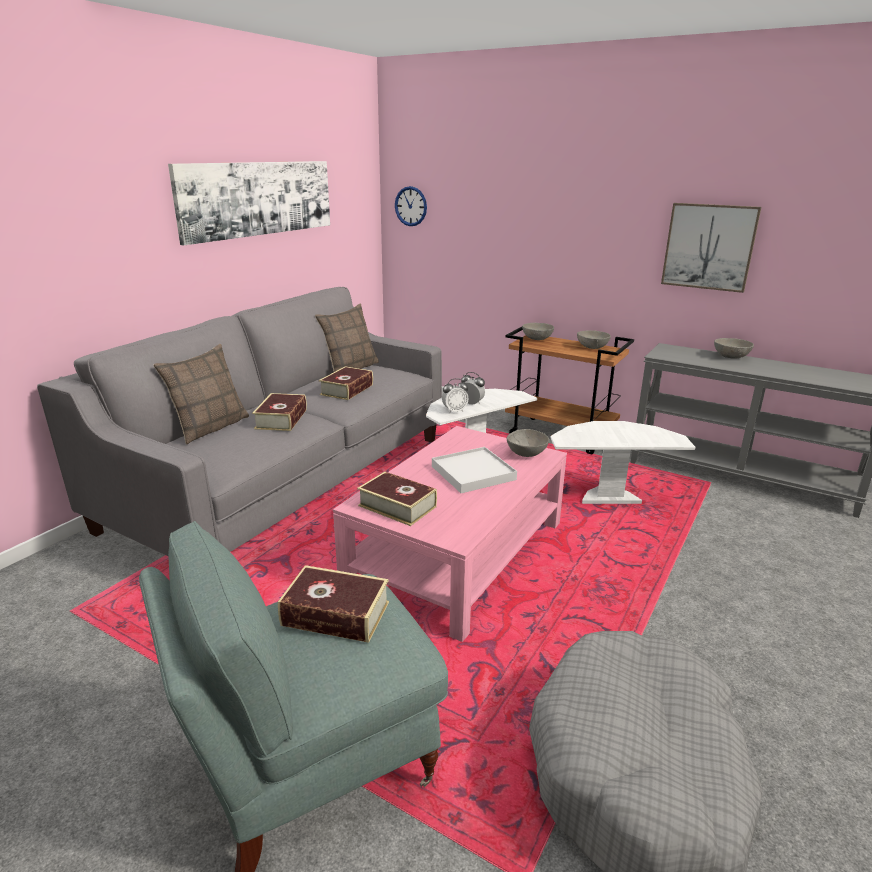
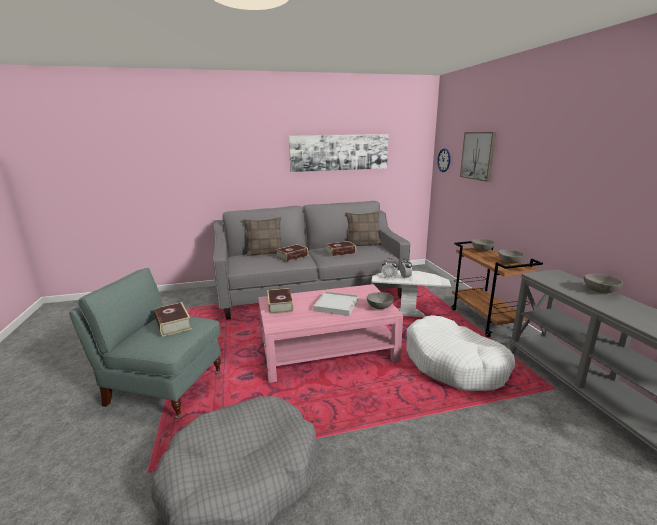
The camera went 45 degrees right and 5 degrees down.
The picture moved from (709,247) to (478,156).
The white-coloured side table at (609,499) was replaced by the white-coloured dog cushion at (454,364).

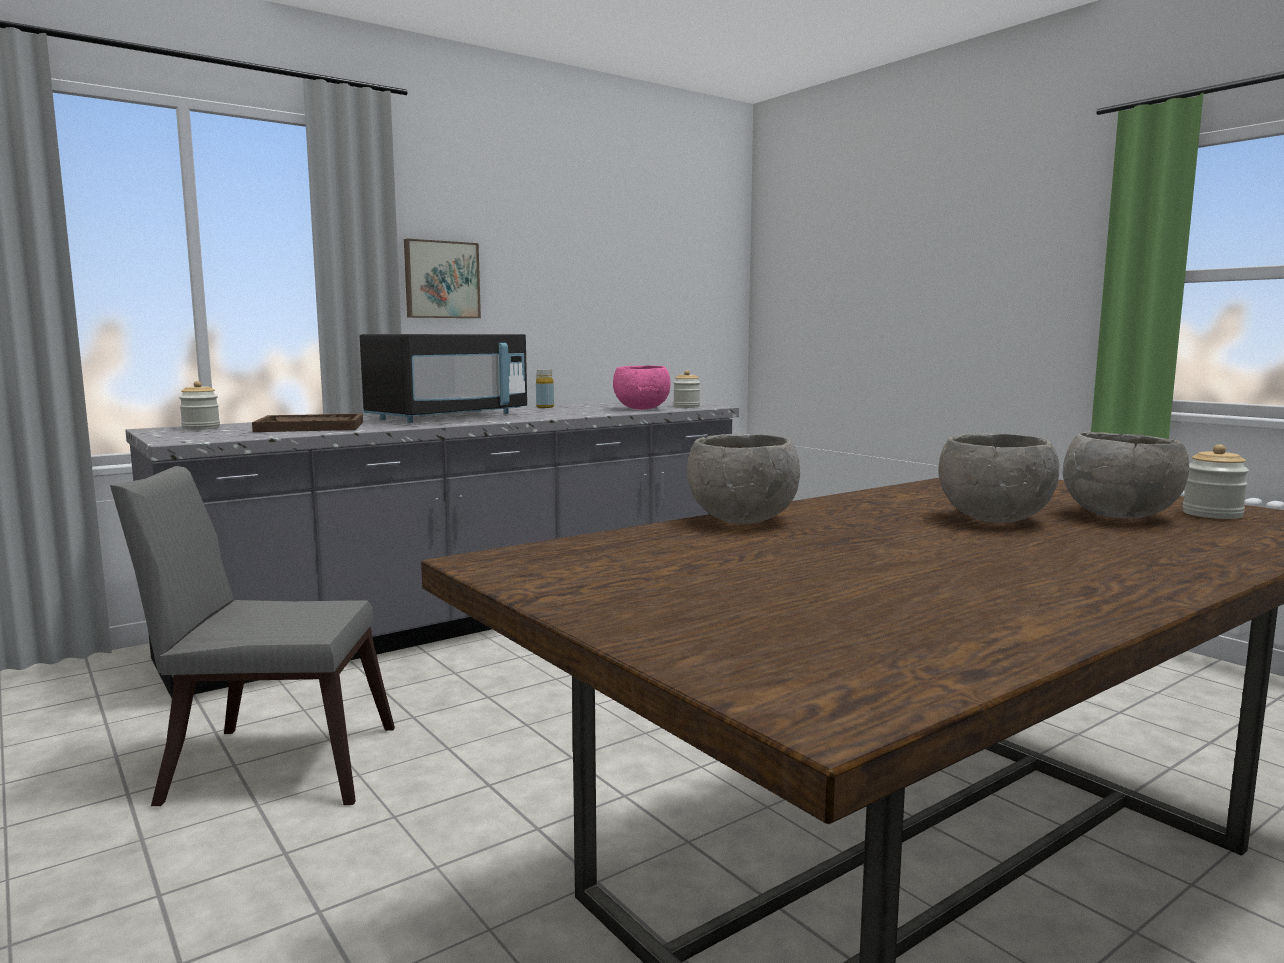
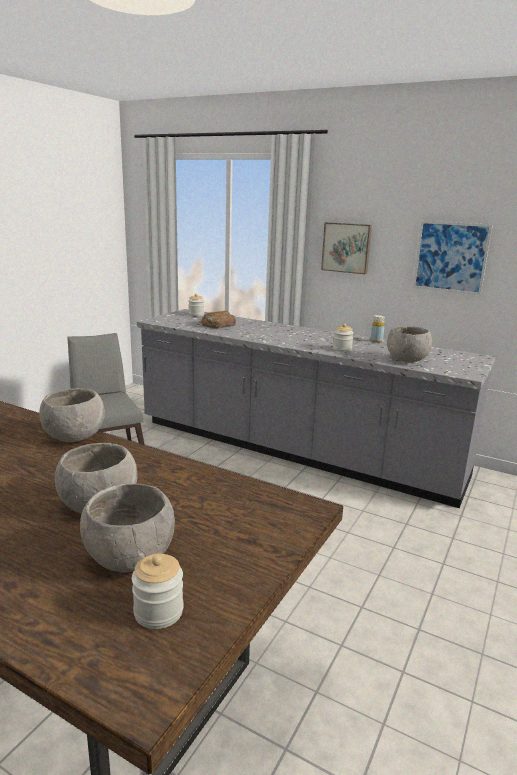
The camera went 65 degrees right and 10 degrees up.
The black-coloured microwave oven at (449,417) disappeared.
The picture at (451,257) appeared.
The preserve jar moved from (686,407) to (342,349).
The brown-coloured serving tray at (311,427) was replaced by the bakery bread at (218,325).
The pink bowl at (640,409) became the gray bowl at (407,360).

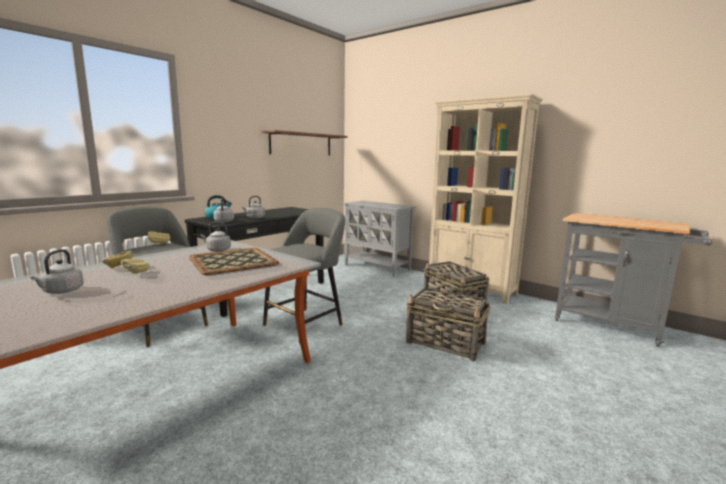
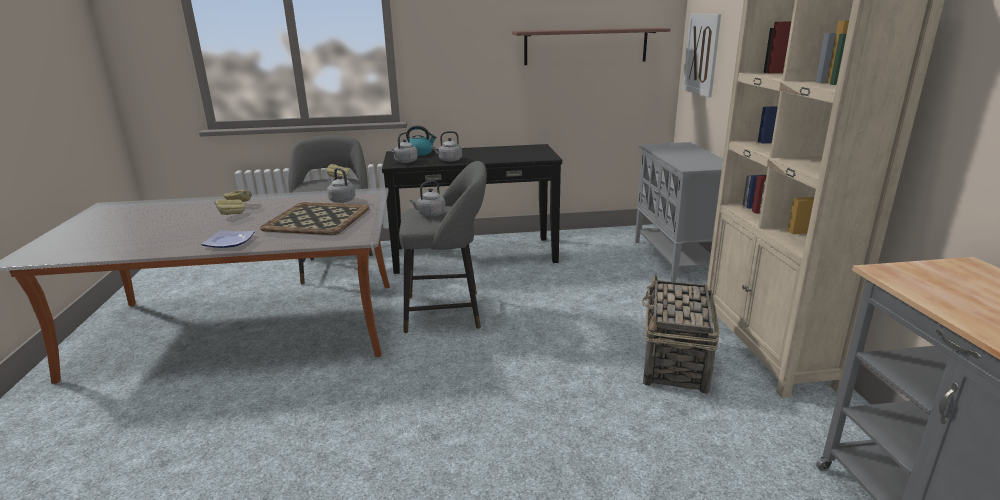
The camera went 45 degrees right and 10 degrees up.
The household basket at (446,343) disappeared.
The dinner plate at (229,242) appeared.
The picture at (701,54) appeared.
The gray water kettle moved from (61,291) to (430,214).

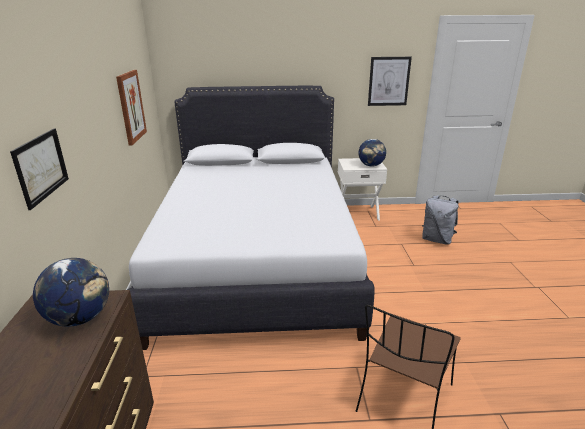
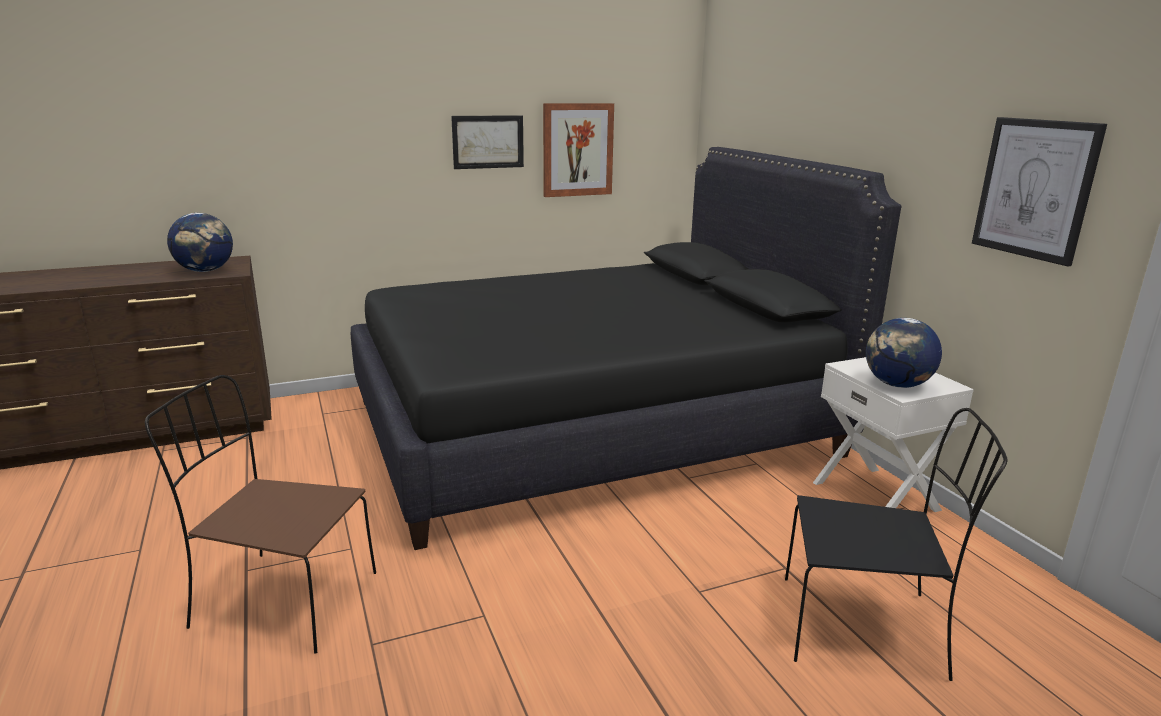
The camera went 70 degrees right and 5 degrees down.
The picture moved from (41,166) to (488,142).
The gray knapsack at (437,240) was replaced by the black-coloured upright chair at (866,627).
The white-coloured sleeping bed at (257,260) became the black-coloured sleeping bed at (591,426).

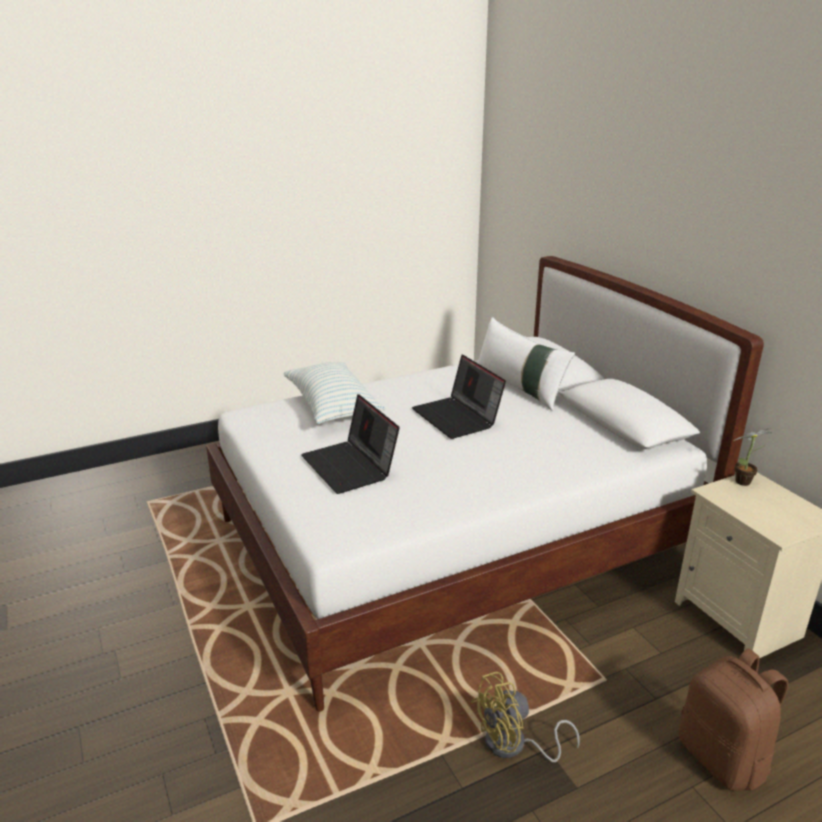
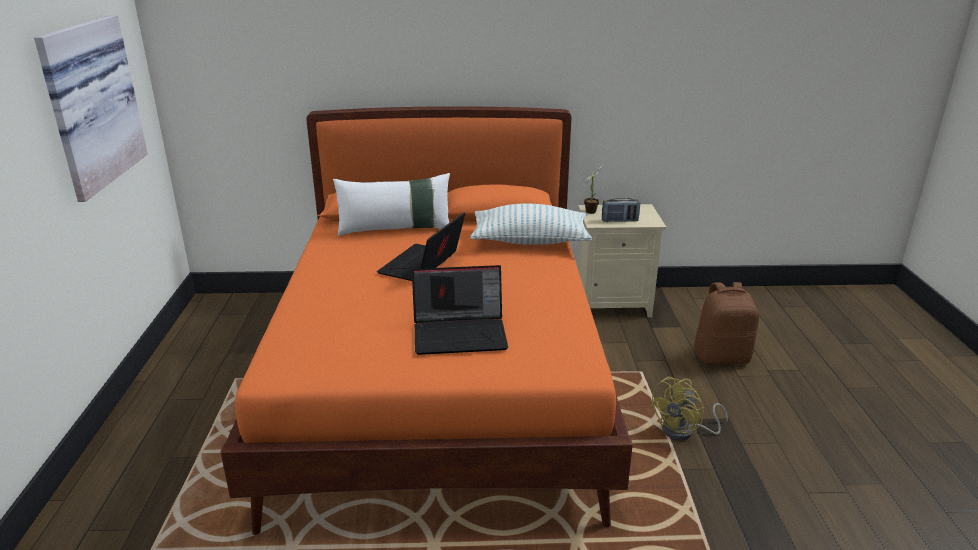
The camera went 65 degrees left and 0 degrees up.
The picture at (89,104) appeared.
The radio at (619,221) appeared.
The cushion moved from (332,407) to (530,241).
The white-coloured sleeping bed at (454,543) became the orangey sleeping bed at (441,385).
The portable computer at (458,418) turned 120 degrees clockwise.
The yellowish fan at (514,746) turned 45 degrees clockwise.

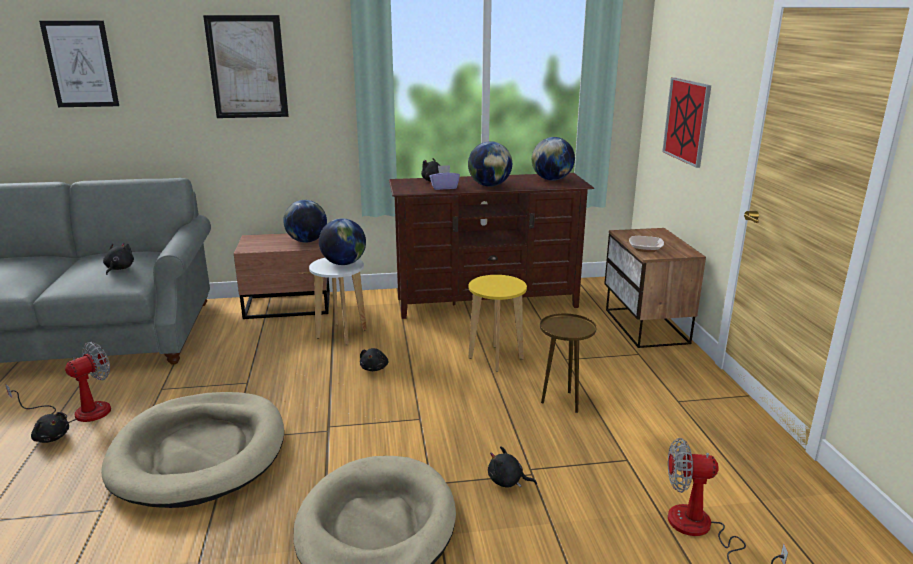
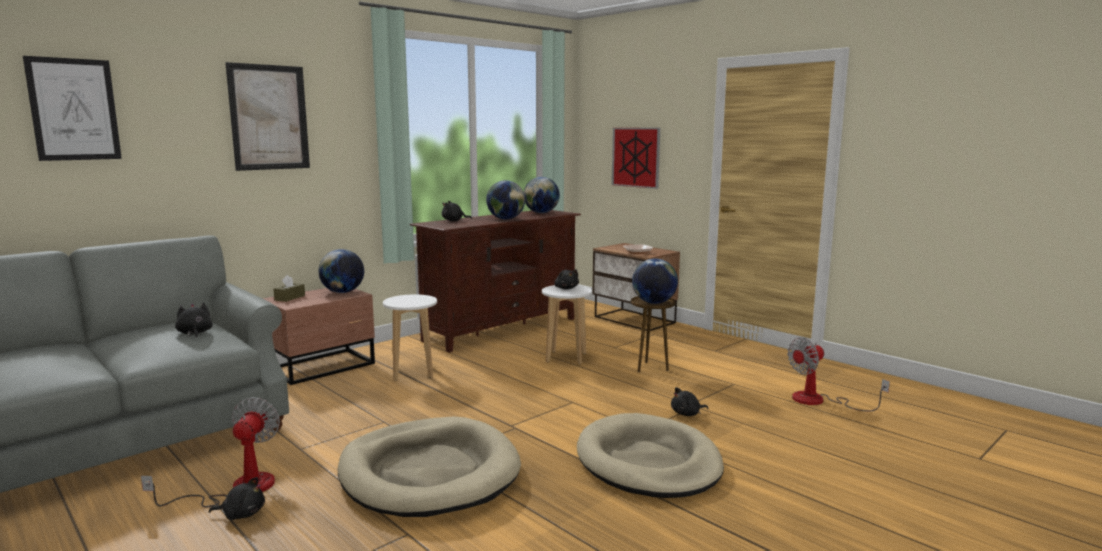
The camera went 35 degrees left and 10 degrees down.
The purple-coloured tissue holder at (444,187) disappeared.
The brown-coloured tissue holder at (290,298) appeared.
The globe moved from (344,263) to (654,303).
The black-coloured soft toy moved from (374,368) to (566,288).
The yellowish stool at (496,358) became the white-coloured stool at (566,357).

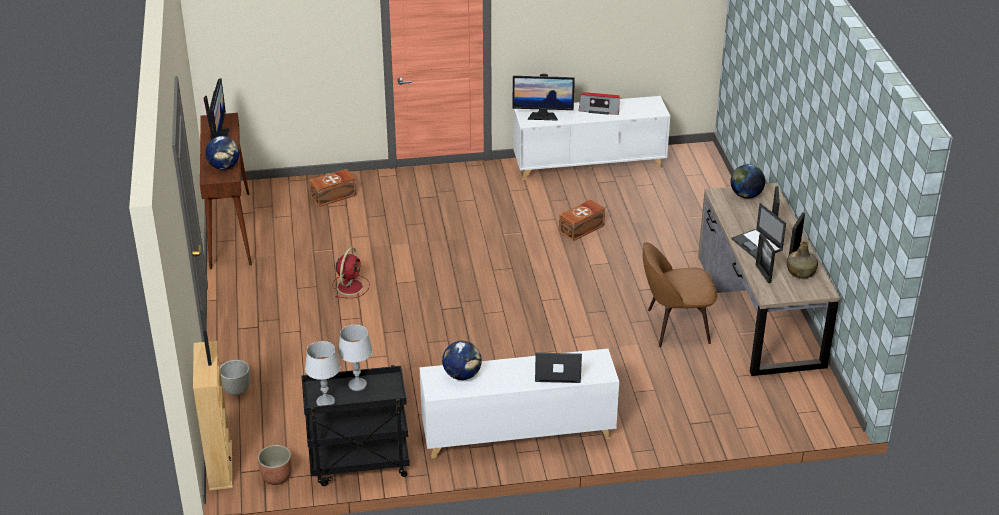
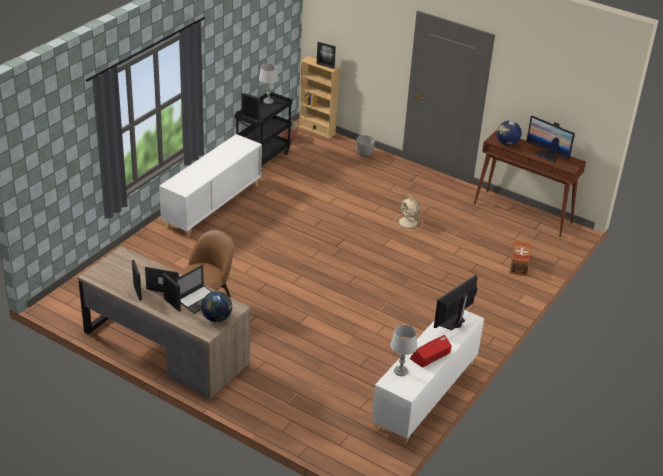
The camera went 130 degrees right and 0 degrees up.
The globe at (462,375) disappeared.
The brown-coloured storage bin at (582,228) disappeared.
The greenish drink bottle at (801,272) disappeared.
The gray table lamp moved from (357,385) to (400,371).
The portable computer moved from (557,371) to (198,299).
The picture frame moved from (763,274) to (250,117).
The red fan at (350,286) became the beige-coloured fan at (408,223).

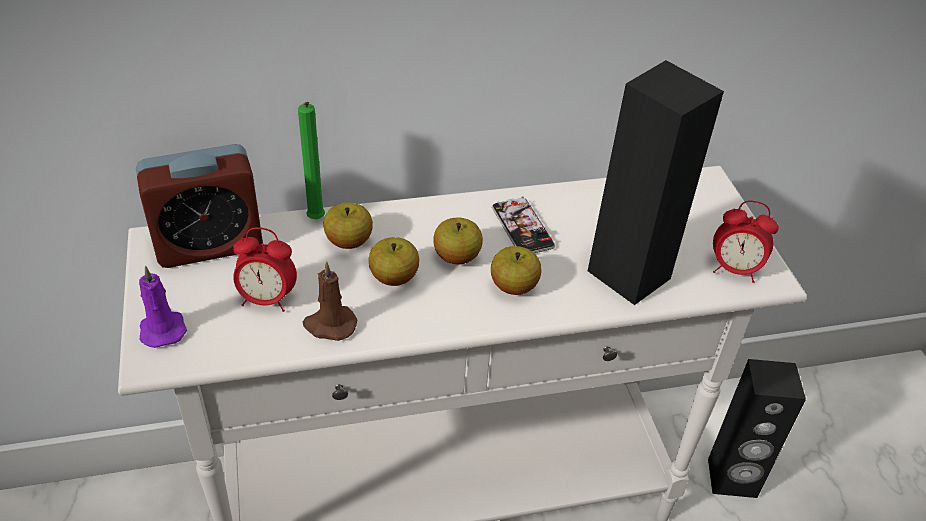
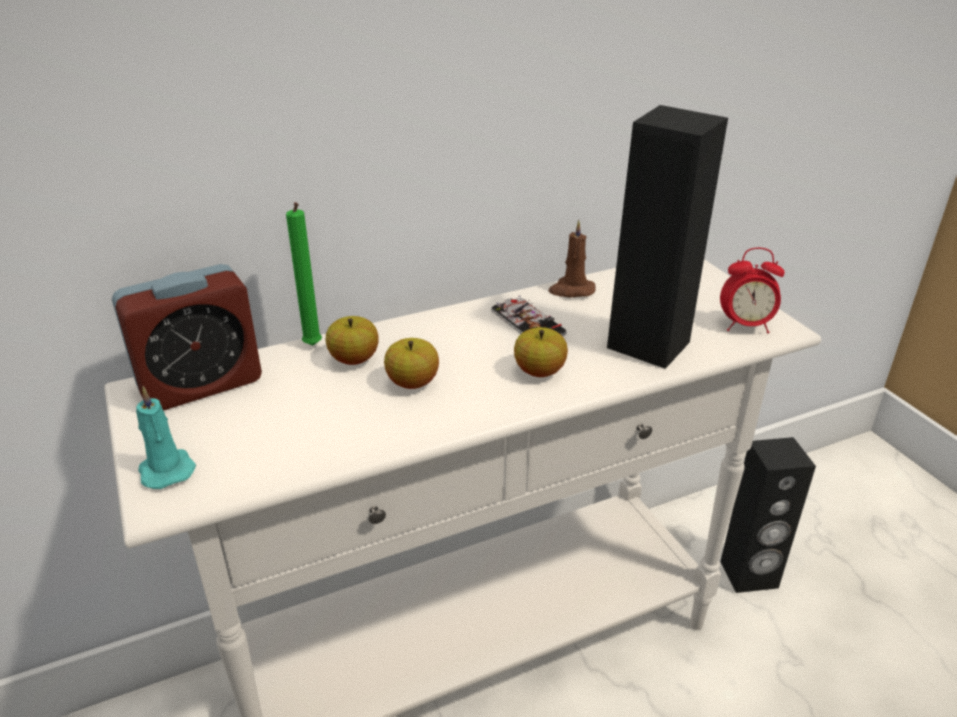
The camera went 10 degrees left and 10 degrees down.
The bedside clock at (267,299) disappeared.
The apple at (457,257) disappeared.
The brown-coloured wax light moved from (329,325) to (571,290).
The purple-coloured wax light at (162,328) became the turquoise-coloured wax light at (166,469).

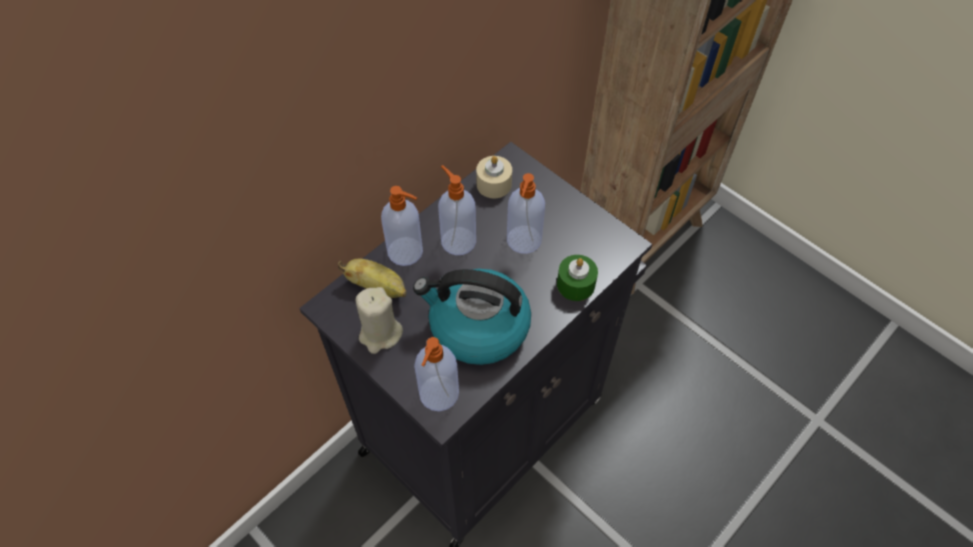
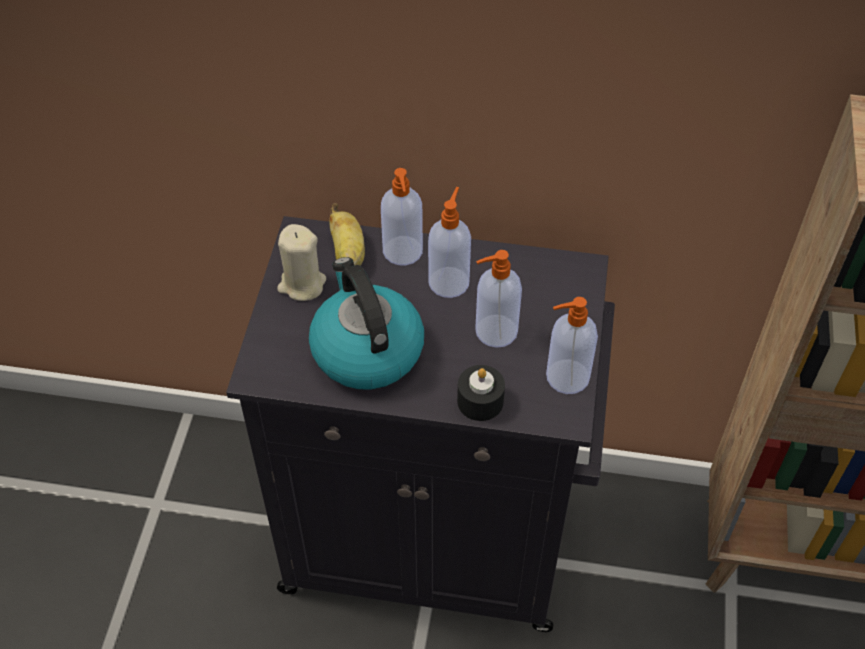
The camera went 55 degrees right and 5 degrees down.
The beige-coloured wax light at (494,184) disappeared.
The liquid soap bottle moved from (438,395) to (566,377).
The greenish wax light at (575,284) became the black-coloured wax light at (480,401).

